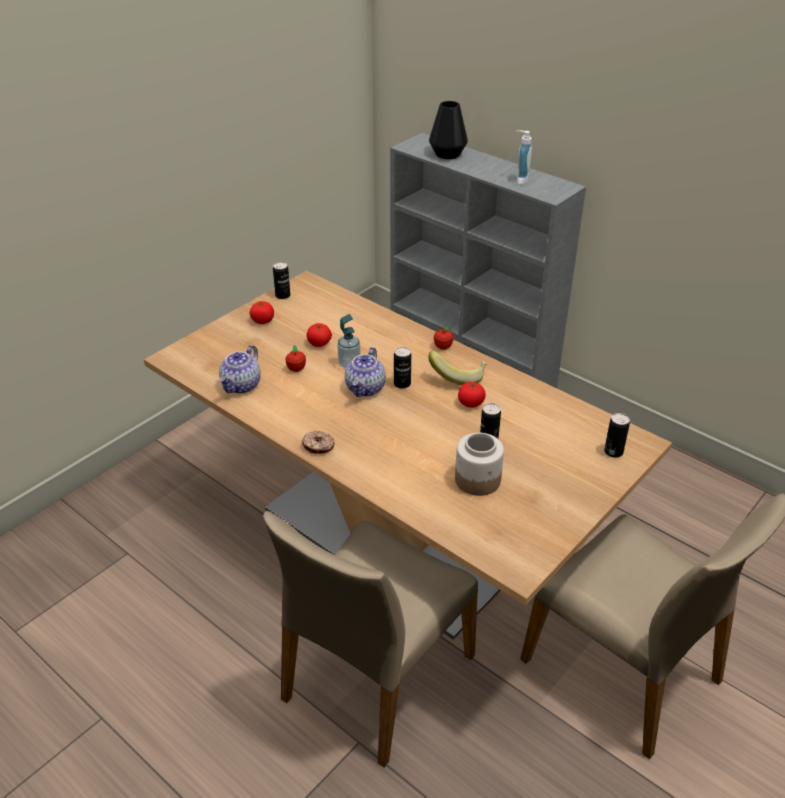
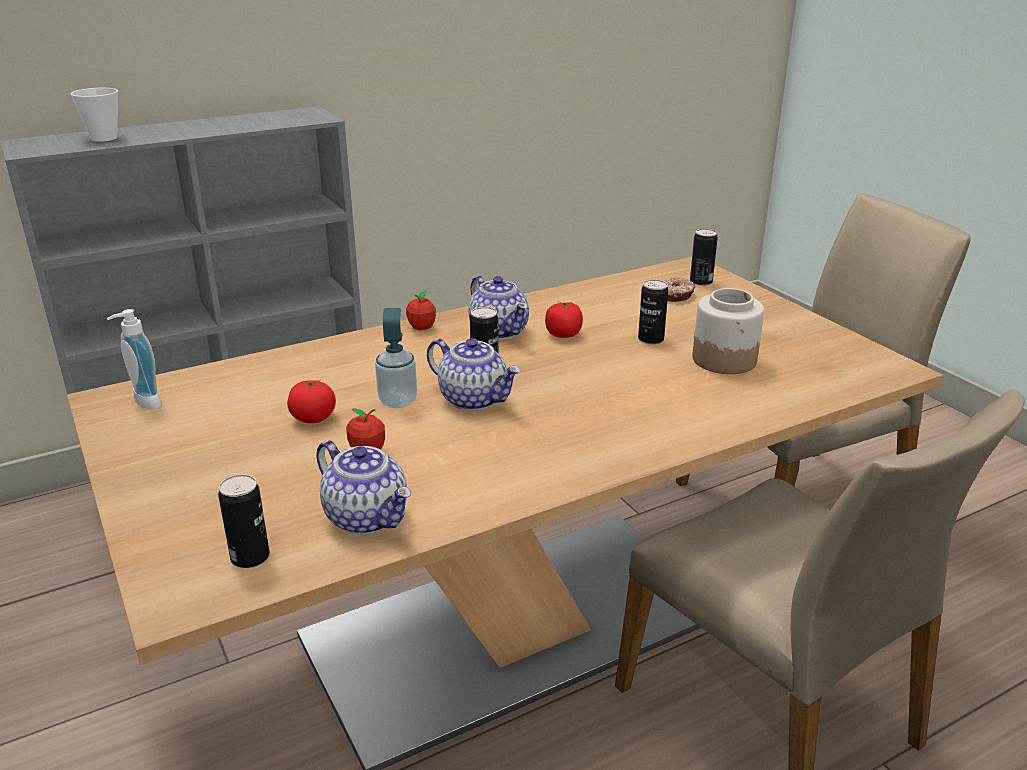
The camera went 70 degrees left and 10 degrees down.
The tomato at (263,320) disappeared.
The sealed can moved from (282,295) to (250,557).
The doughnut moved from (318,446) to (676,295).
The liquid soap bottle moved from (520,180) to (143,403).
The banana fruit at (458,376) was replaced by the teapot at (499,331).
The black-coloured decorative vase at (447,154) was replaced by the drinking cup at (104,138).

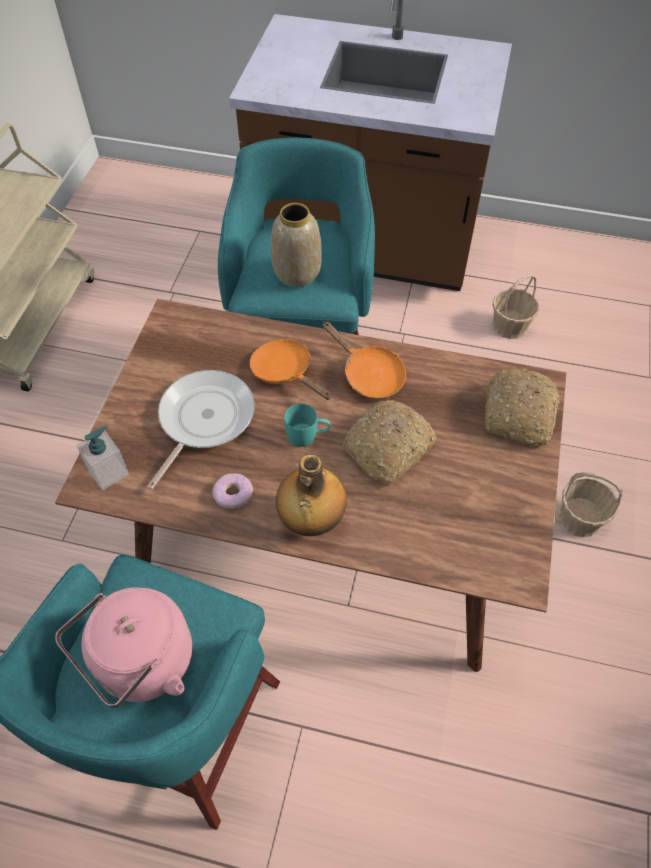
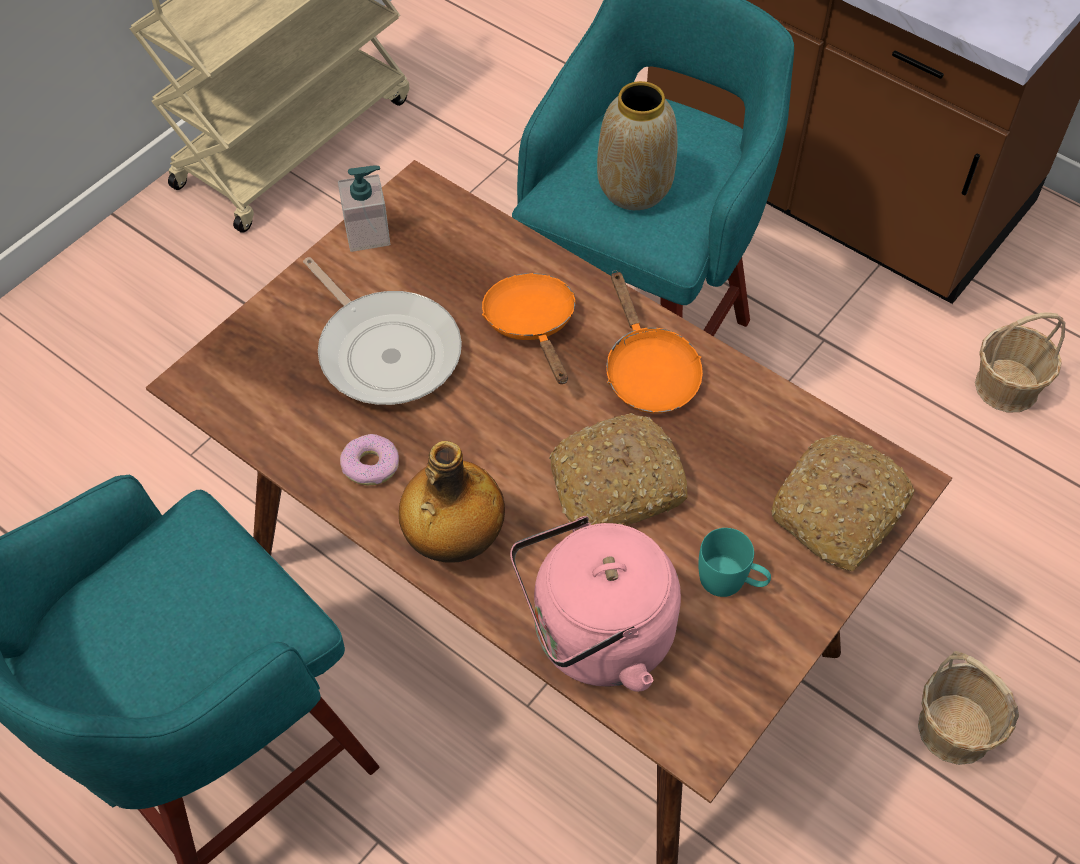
The camera went 25 degrees right and 0 degrees up.
The pink water kettle moved from (141,664) to (594,638).
The liquid soap bottle moved from (108,472) to (367,234).
The turquoise-coloured mug moved from (308,436) to (731,581).
The frying pan at (203,420) turned 90 degrees clockwise.

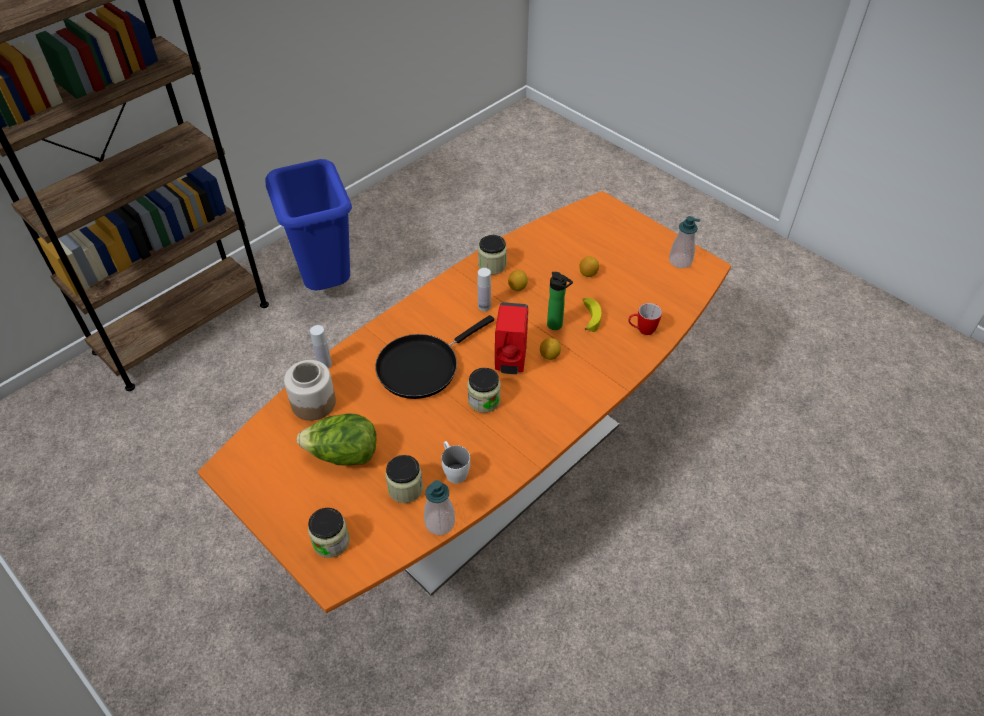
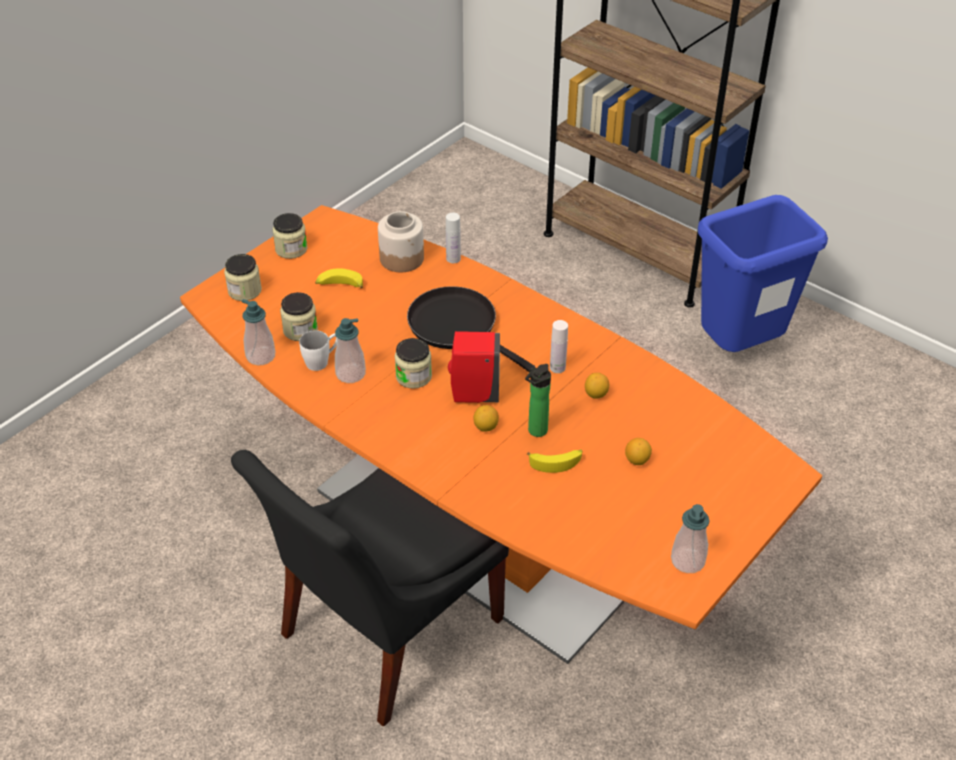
The camera went 85 degrees right and 5 degrees down.
The mug at (641,330) disappeared.
The black-coloured upright chair at (384,632) appeared.
The liquid soap bottle at (350,374) appeared.
The preserve jar moved from (492,265) to (291,249).
The lettuce at (343,455) was replaced by the banana fruit at (339,285).

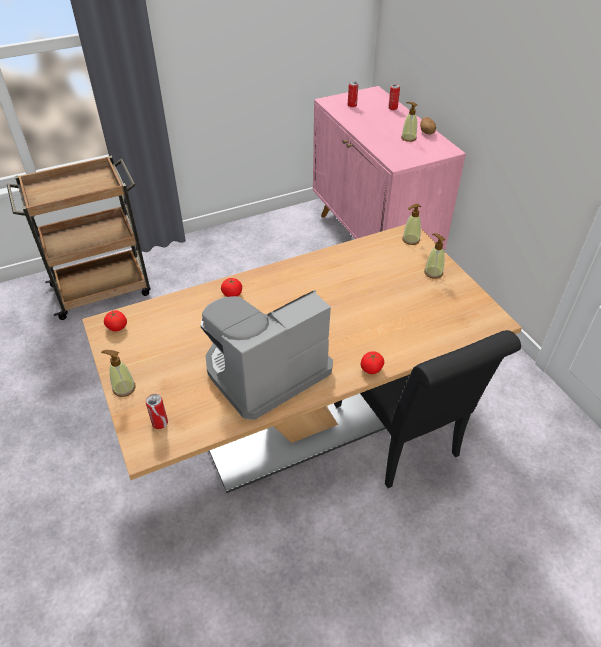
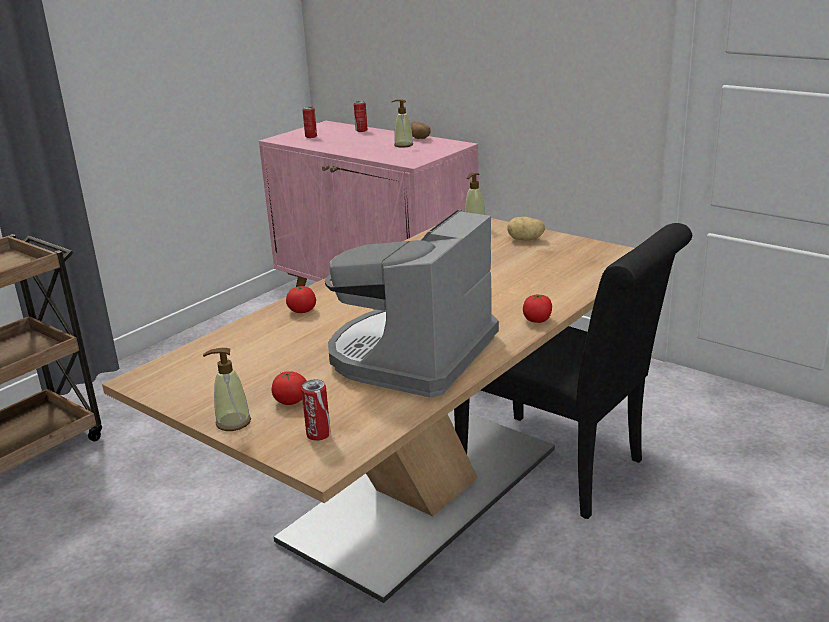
The camera went 25 degrees left and 20 degrees down.
The tomato moved from (117,327) to (291,401).
The liquid soap bottle at (433,272) was replaced by the whole potato at (525,240).

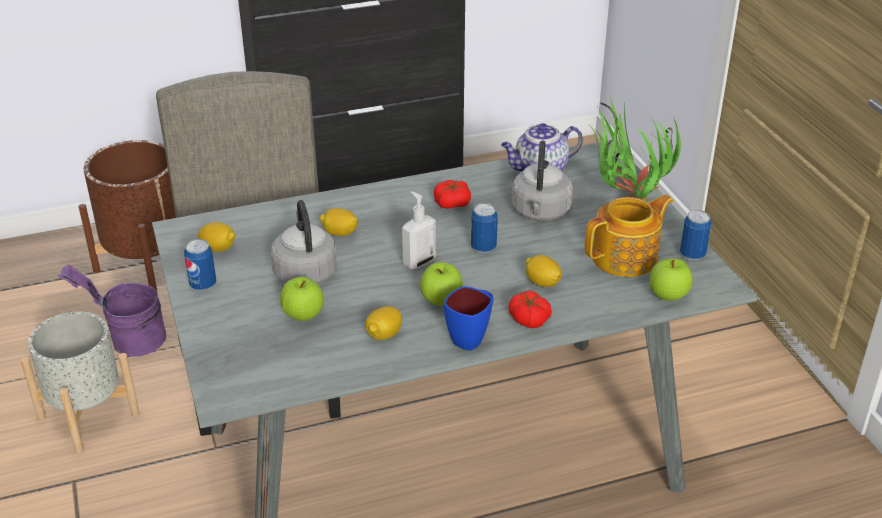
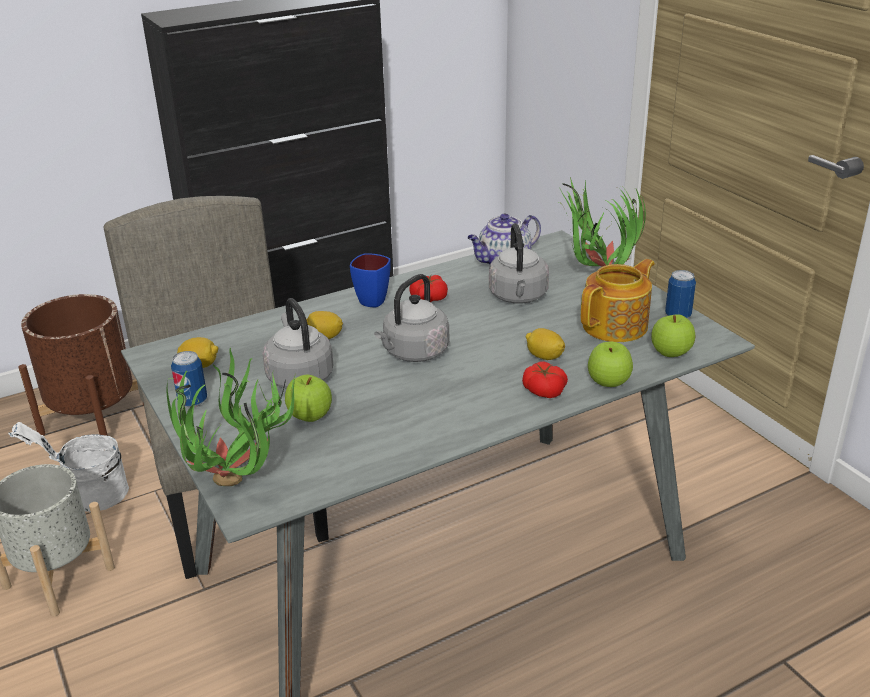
The camera went 10 degrees left and 5 degrees down.
The citrus fruit at (384,335) disappeared.
The sealed can at (483,247) disappeared.
The plant in a pot at (241,491) appeared.
The apple moved from (441,301) to (608,383).
The blue-coloured mug moved from (472,337) to (376,298).
The liquid soap bottle at (418,262) was replaced by the gray water kettle at (413,353).
The purple-coloured bucket at (129,341) became the white-coloured bucket at (89,496).

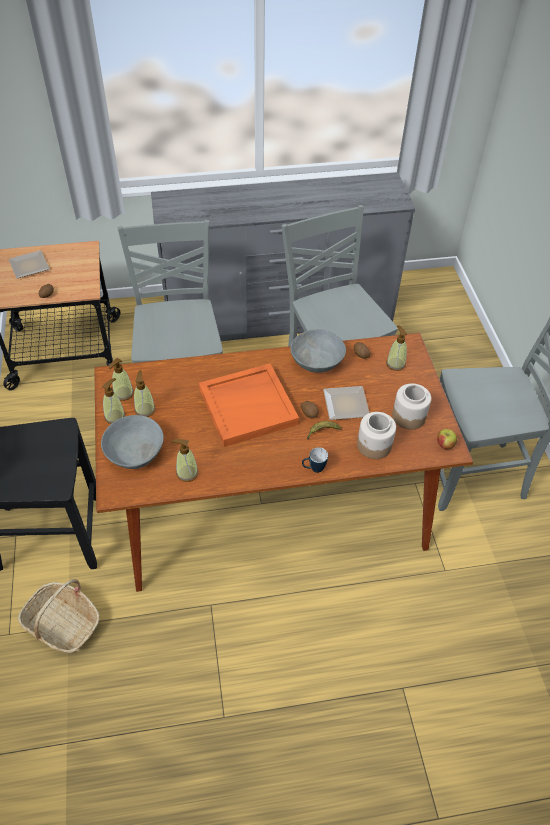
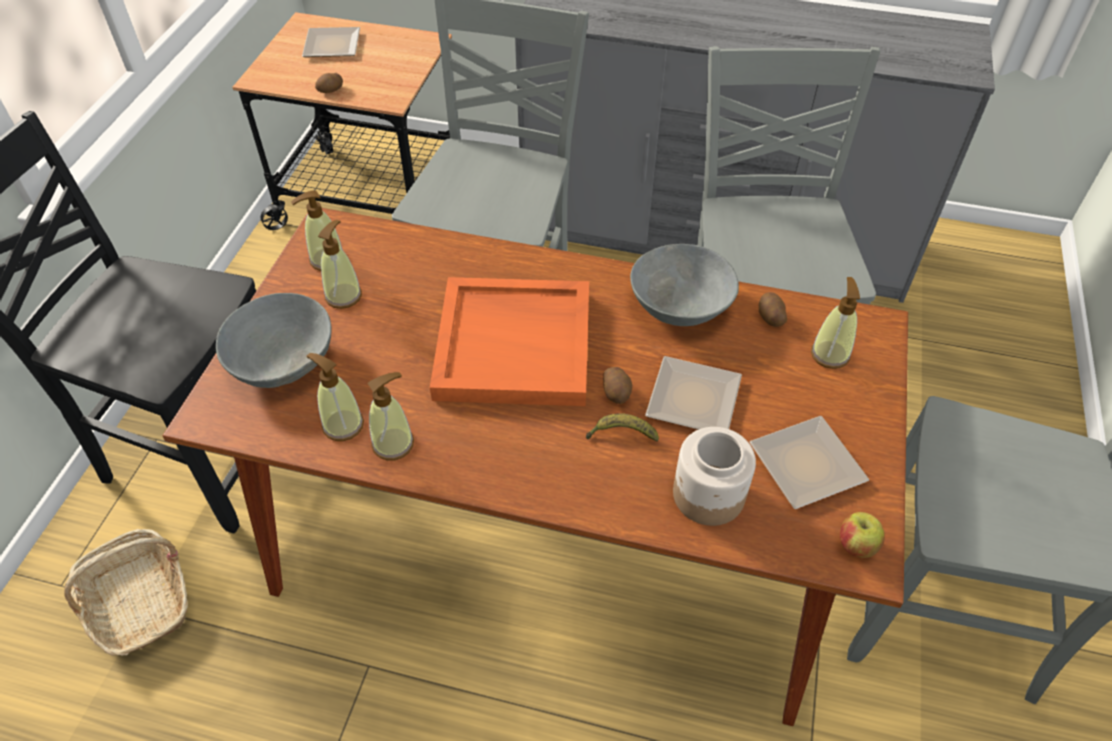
The camera went 25 degrees right and 0 degrees up.
The mug at (313,469) disappeared.
The liquid soap bottle moved from (115,416) to (393,443).
The preserve jar at (408,416) was replaced by the dinner plate at (807,461).

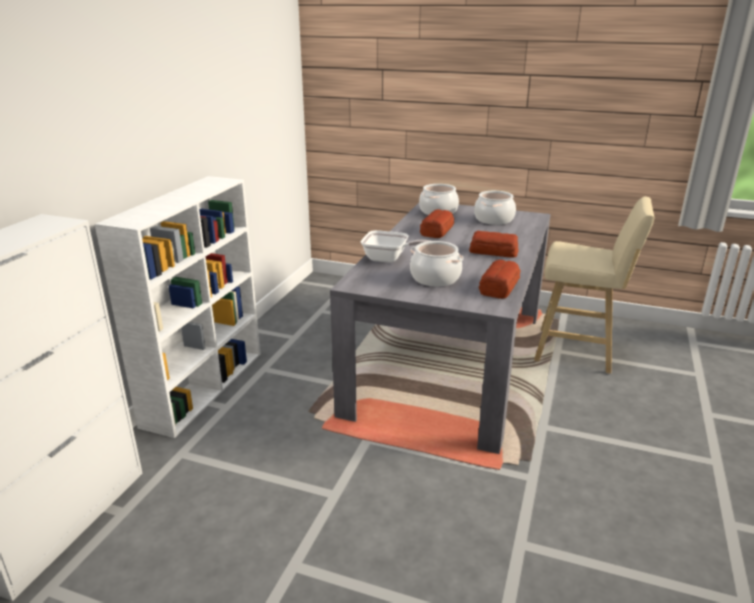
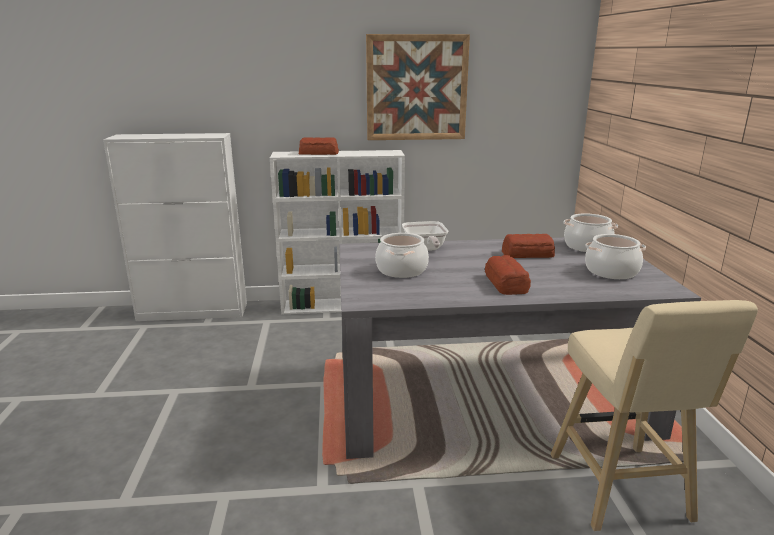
The camera went 65 degrees right and 5 degrees down.
The picture at (416,88) appeared.
The bakery bread moved from (499,286) to (319,153).

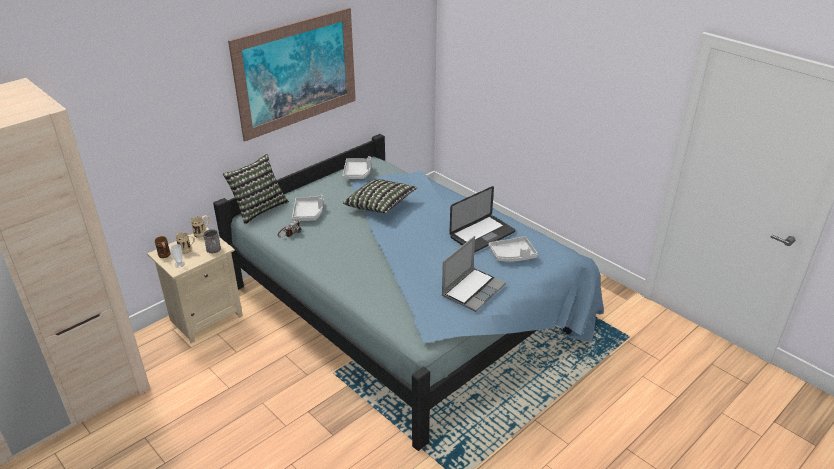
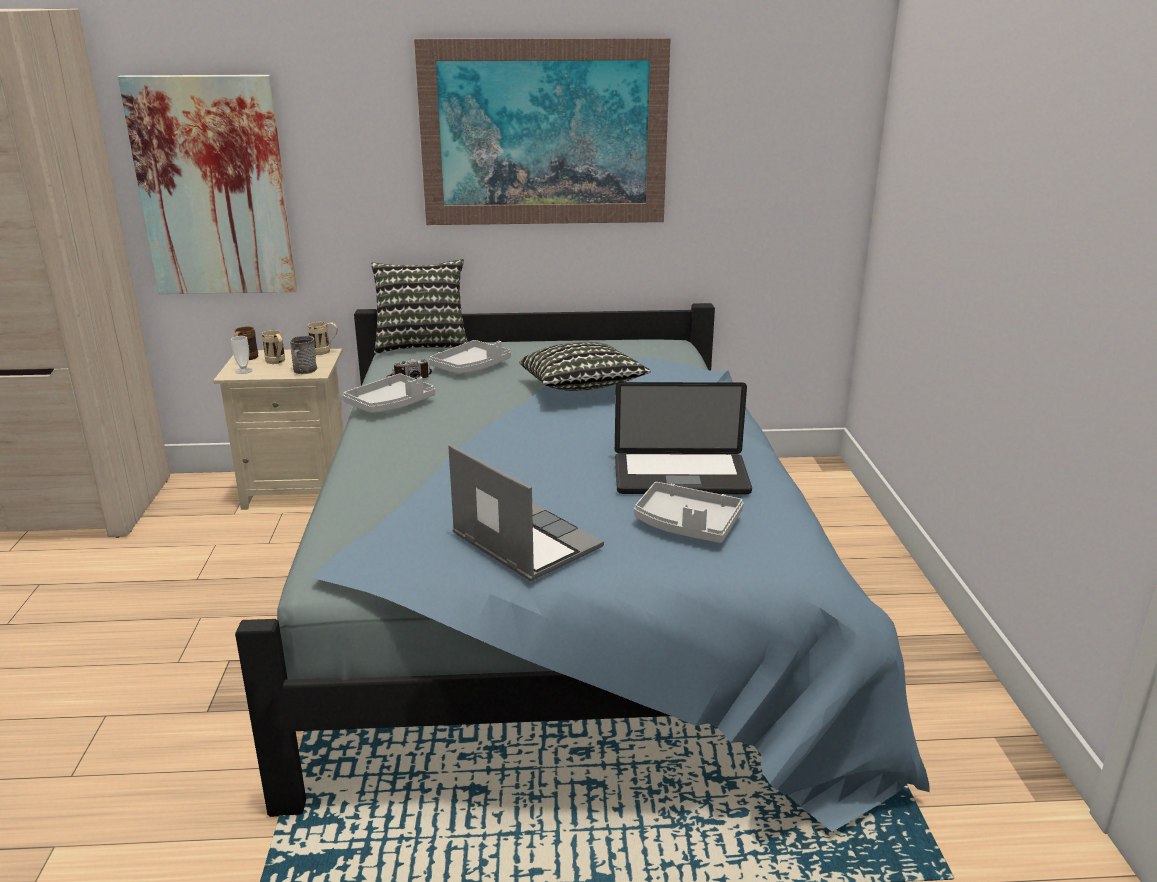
The camera went 40 degrees right and 10 degrees down.
The picture at (213,188) appeared.
The gray serving tray moved from (357,173) to (391,405).
The portable computer at (473,290) turned 120 degrees counterclockwise.

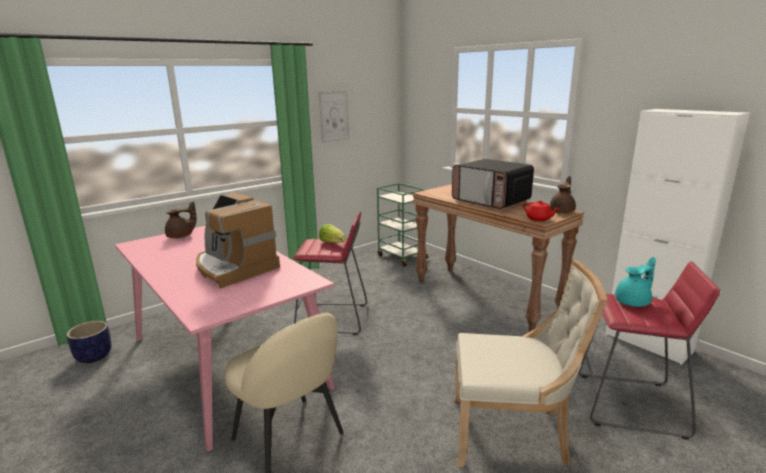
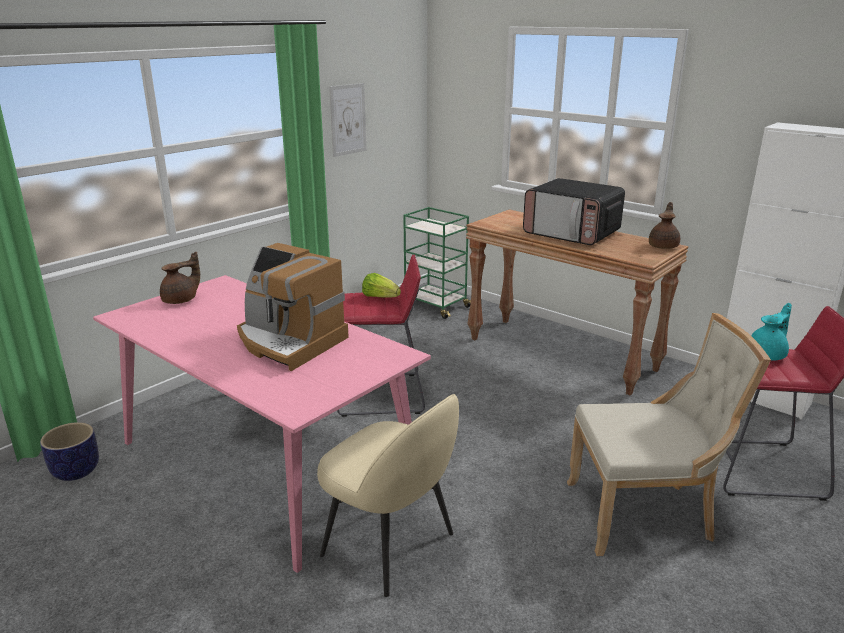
The camera went 10 degrees left and 5 degrees up.
The red teapot at (539,219) disappeared.

